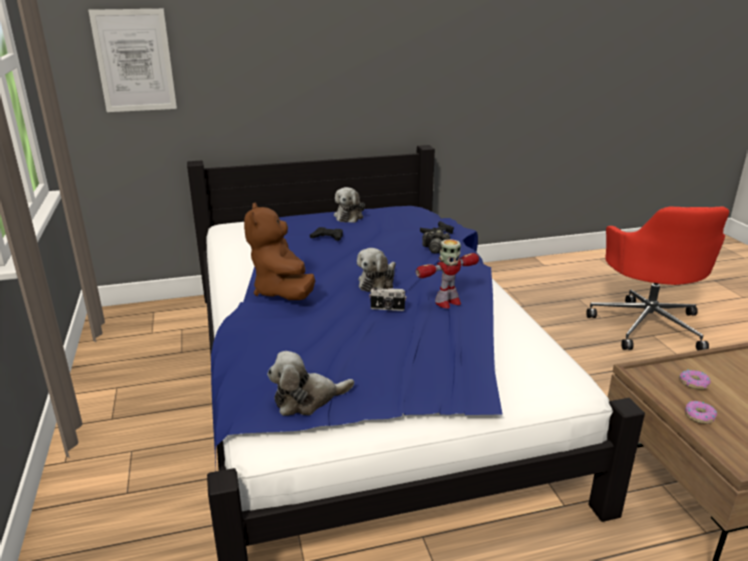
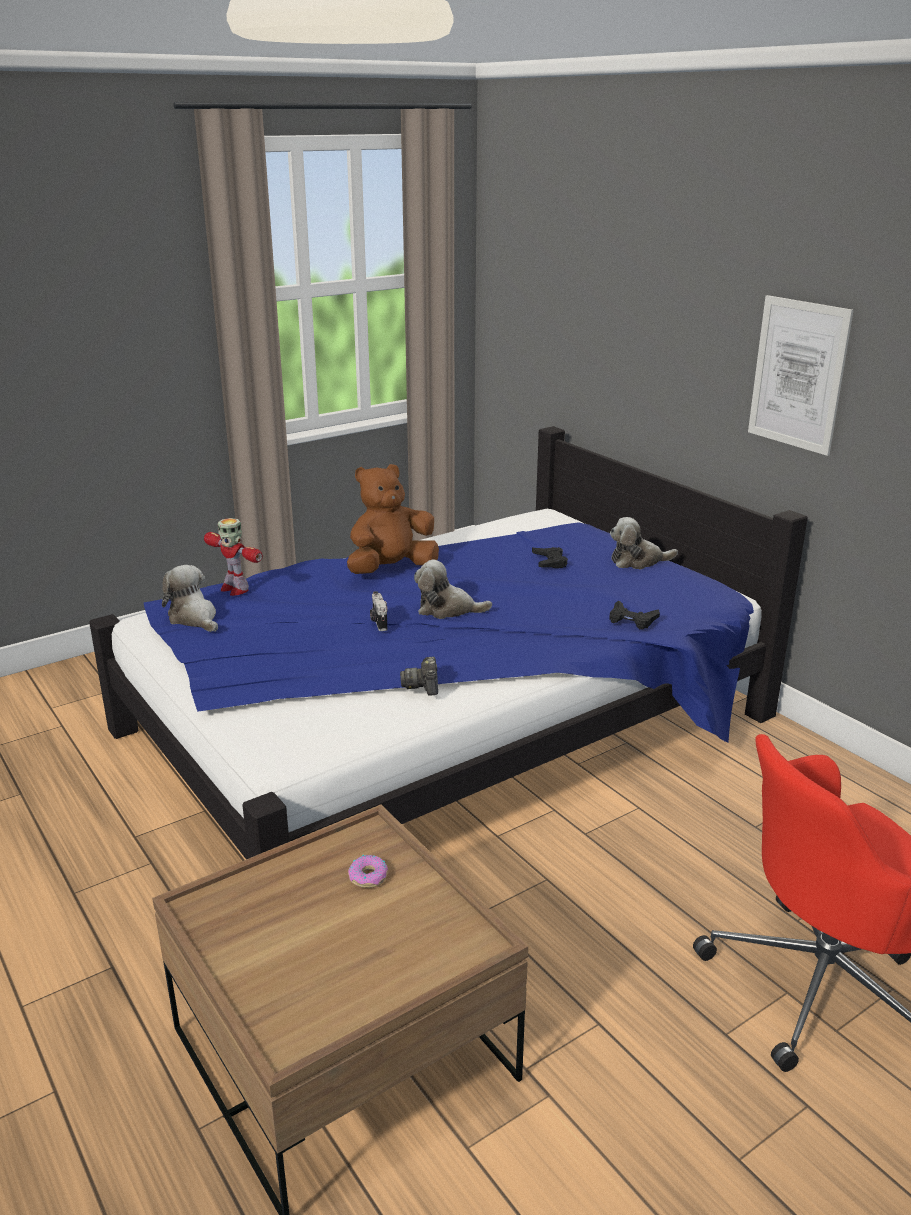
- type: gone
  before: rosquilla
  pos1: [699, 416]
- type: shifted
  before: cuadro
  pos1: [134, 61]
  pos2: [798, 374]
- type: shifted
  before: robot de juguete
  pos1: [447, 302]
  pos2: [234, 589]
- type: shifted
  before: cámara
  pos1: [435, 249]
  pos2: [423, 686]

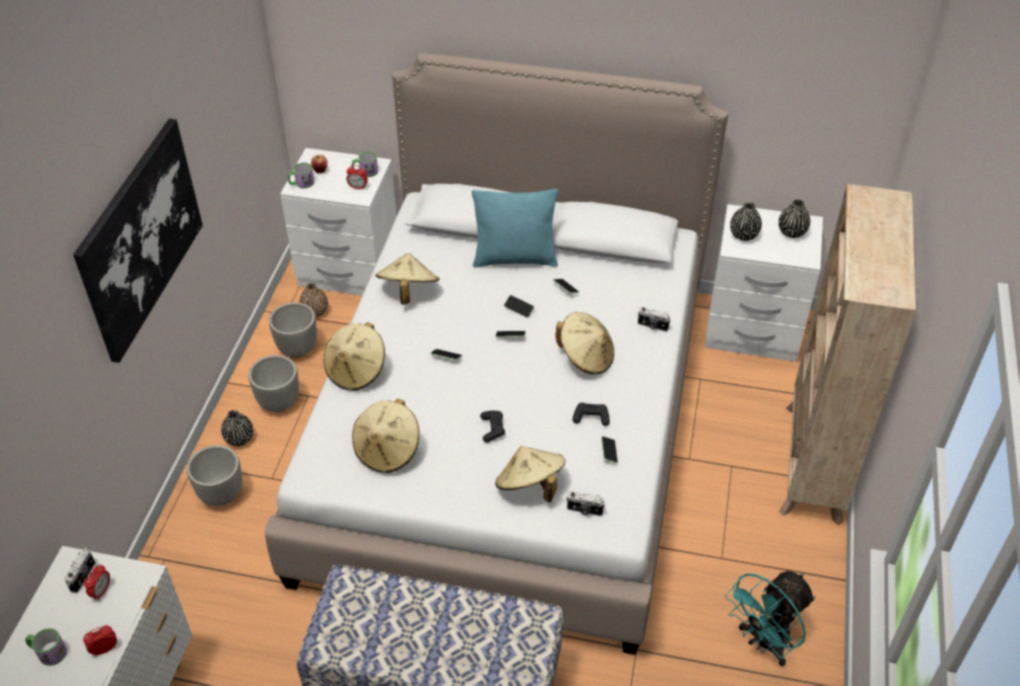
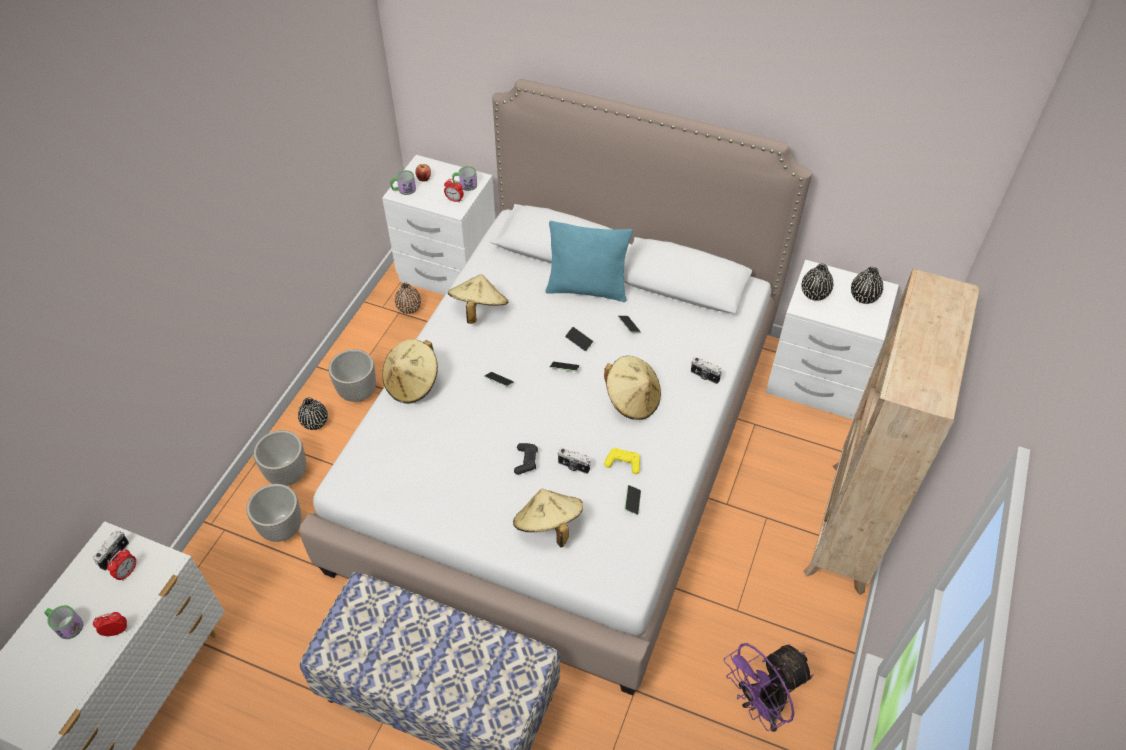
- type: gone
  before: cuadro
  pos1: [140, 237]
- type: gone
  before: sombrero/beis
  pos1: [387, 450]
- type: shifted
  before: maceta
  pos1: [297, 348]
  pos2: [282, 528]
- type: shifted
  before: cámara
  pos1: [584, 510]
  pos2: [573, 467]
- type: repainted
  before: mando de consola/negro
  after: mando de consola/amarillo
  pos1: [591, 417]
  pos2: [623, 463]
- type: repainted
  before: ventilador/turquesa
  after: ventilador/morado
  pos1: [764, 643]
  pos2: [760, 704]

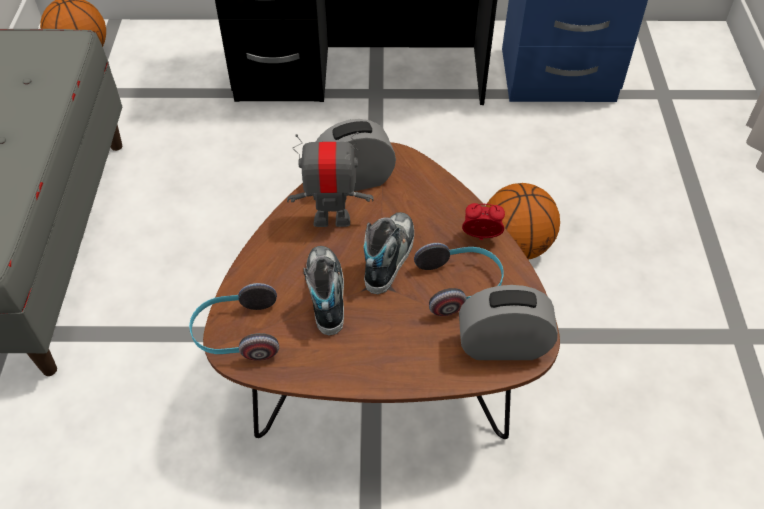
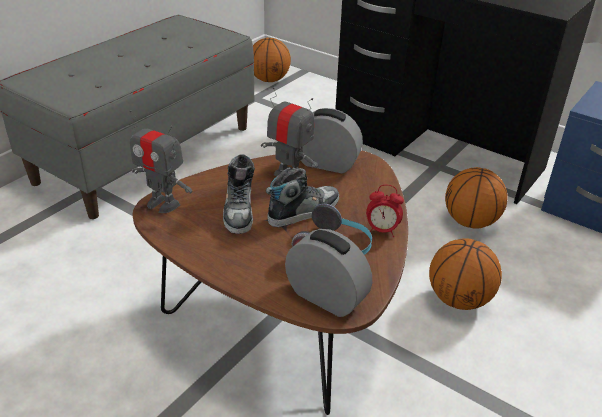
- type: new
  after: balón de baloncesto
  pos2: [470, 222]
- type: swapped
  before: auriculares
  after: robot de juguete
  pos1: [236, 334]
  pos2: [163, 204]
- type: rotated
  before: zapato
  pos1: [325, 293]
  pos2: [239, 210]
  turn: 150
- type: rotated
  before: despertador
  pos1: [481, 238]
  pos2: [382, 231]
  turn: 150

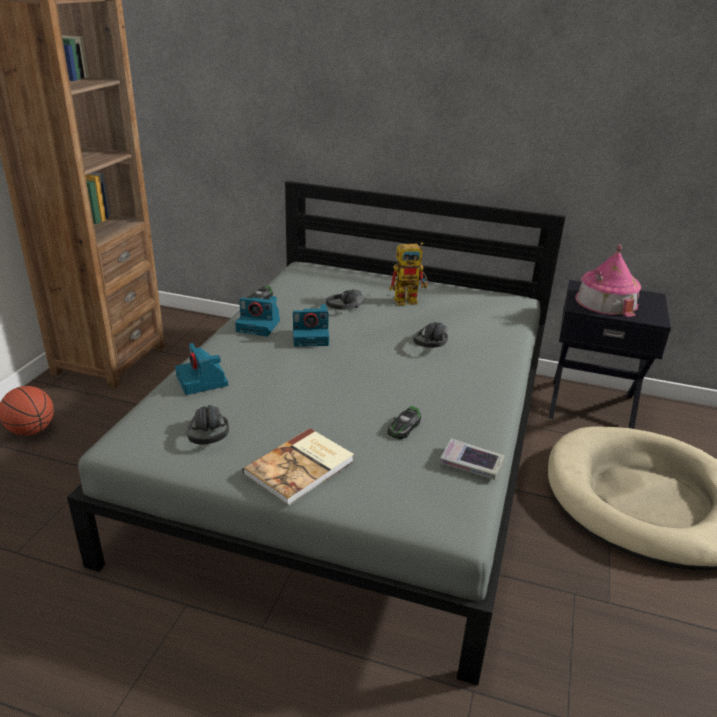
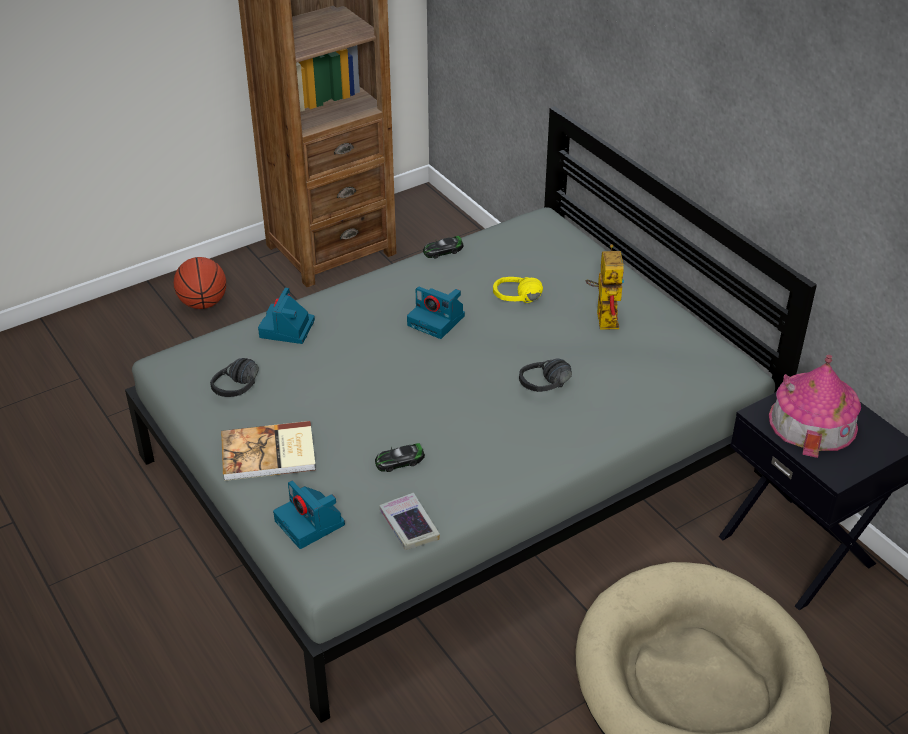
- type: shifted
  before: cámara
  pos1: [259, 325]
  pos2: [311, 523]
- type: repainted
  before: auriculares/negro
  after: auriculares/amarillo
  pos1: [348, 310]
  pos2: [517, 302]
- type: rotated
  before: robot de juguete
  pos1: [410, 300]
  pos2: [603, 316]
  turn: -120

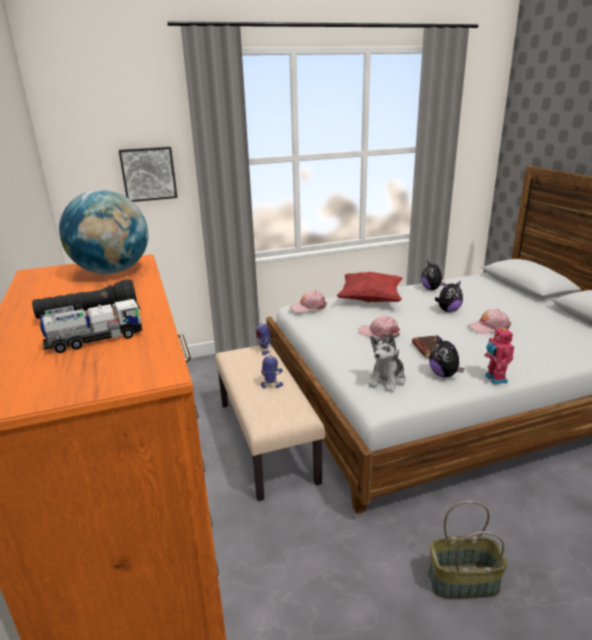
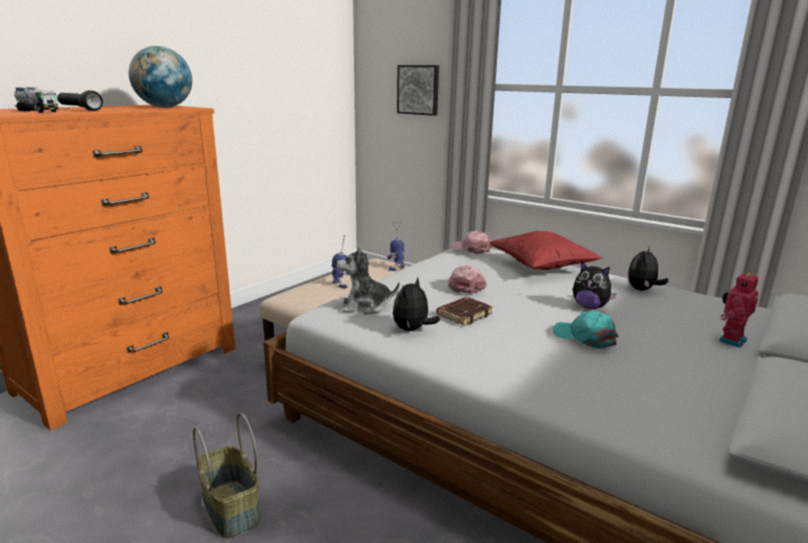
- type: shifted
  before: robot de juguete
  pos1: [494, 379]
  pos2: [730, 340]
- type: repainted
  before: gorra/rosa
  after: gorra/turquesa
  pos1: [489, 327]
  pos2: [584, 337]

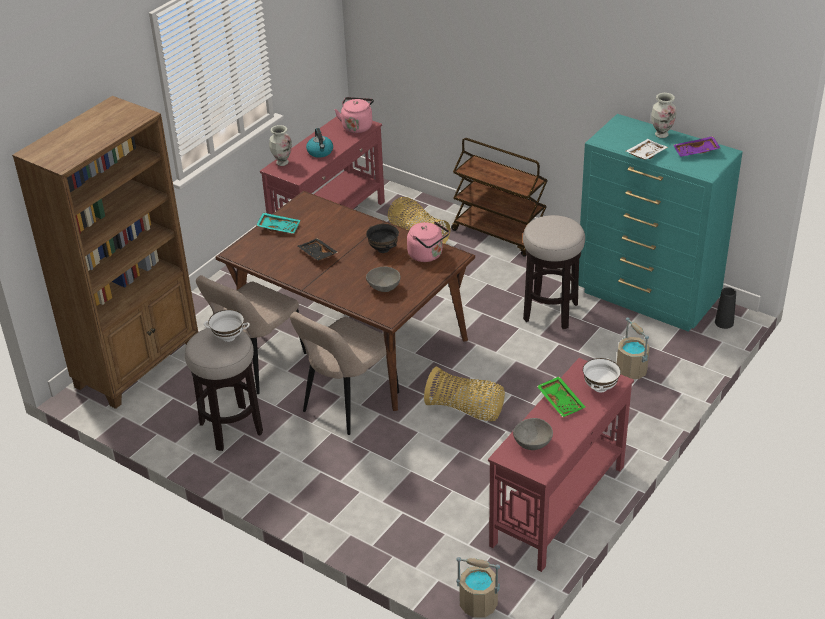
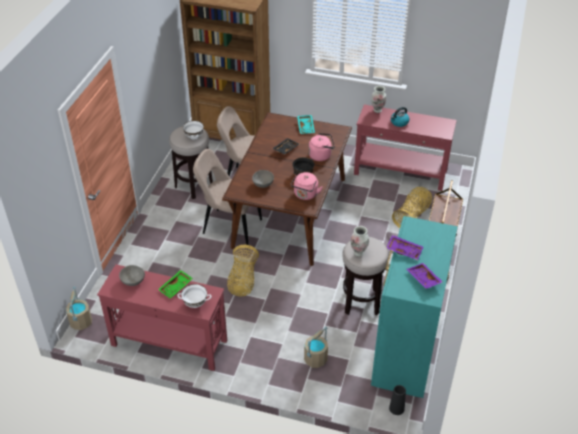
- type: shifted
  before: hervidor/rosa
  pos1: [357, 126]
  pos2: [321, 155]
- type: shifted
  before: florero
  pos1: [661, 134]
  pos2: [358, 253]
- type: repainted
  before: bandeja/blanco
  after: bandeja/morado
  pos1: [645, 154]
  pos2: [404, 250]

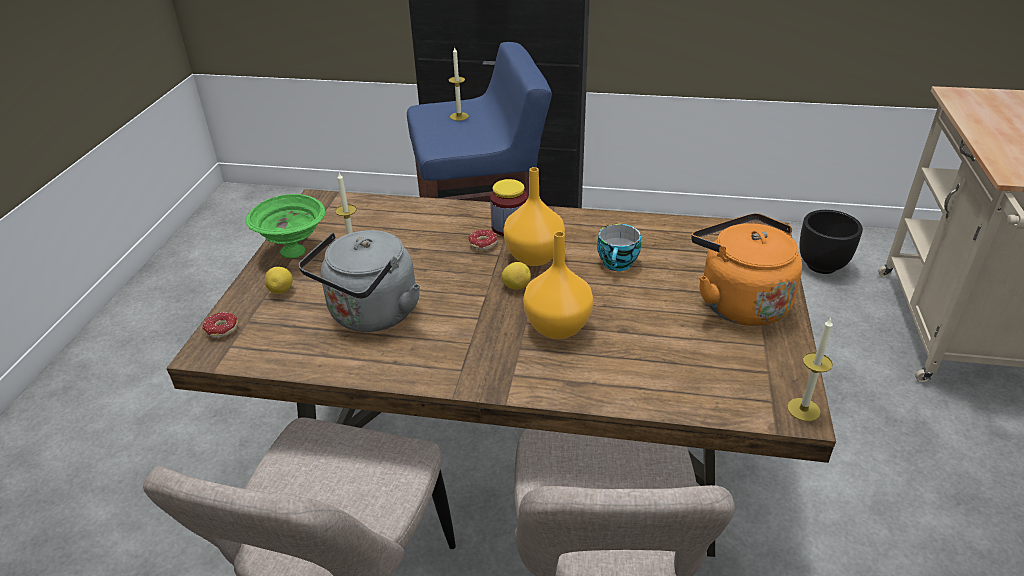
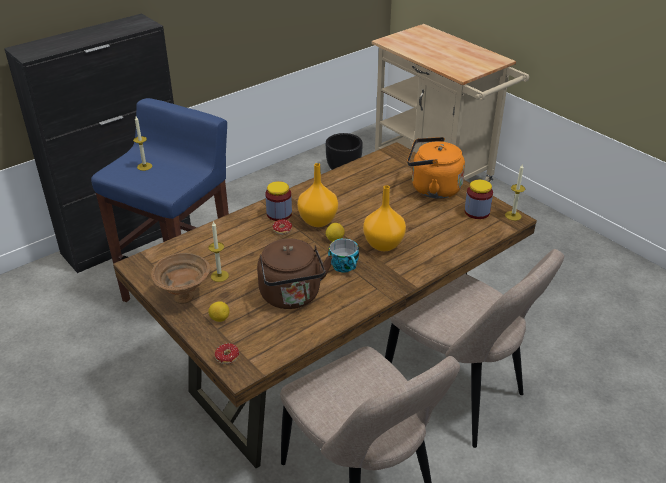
- type: new
  after: tarro
  pos2: [477, 212]
- type: shifted
  before: taza
  pos1: [618, 264]
  pos2: [345, 266]
- type: repainted
  before: cuenco/verde
  after: cuenco/marrón
  pos1: [295, 252]
  pos2: [185, 297]
- type: repainted
  before: hervidor/gris
  after: hervidor/marrón
  pos1: [370, 315]
  pos2: [292, 297]

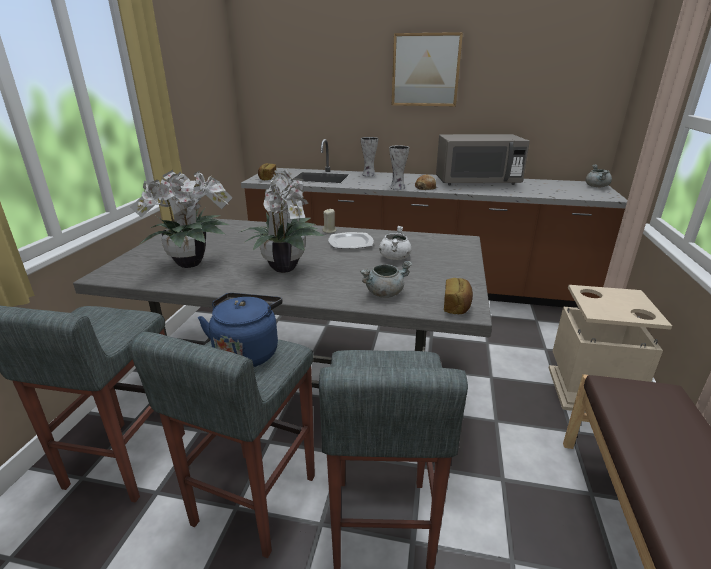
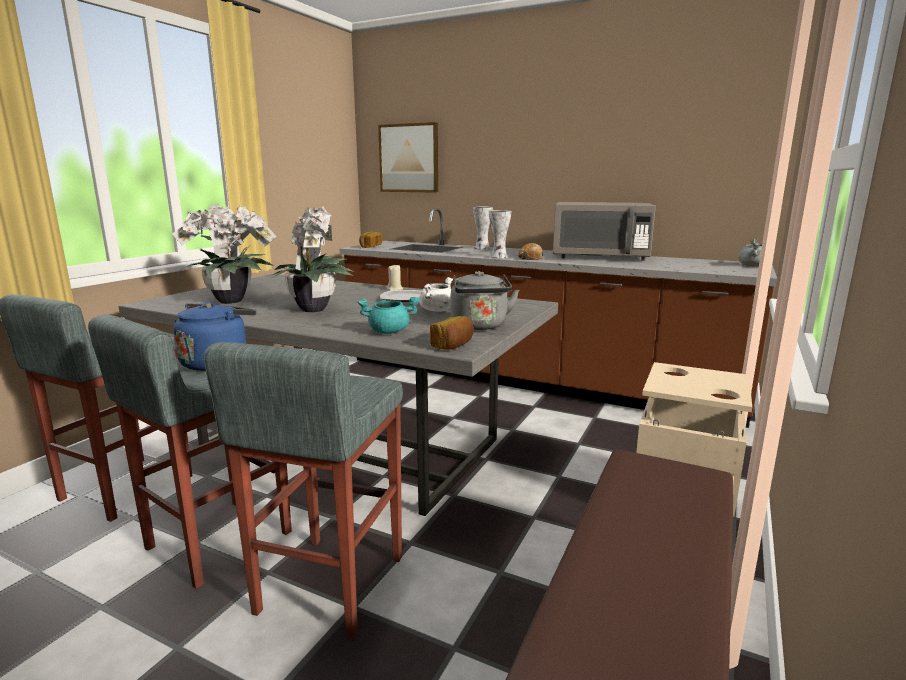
- type: new
  after: hervidor/gris
  pos2: [480, 326]
- type: shifted
  before: cuadro
  pos1: [425, 70]
  pos2: [409, 158]
- type: repainted
  before: olla/gris
  after: olla/turquesa
  pos1: [384, 293]
  pos2: [389, 331]

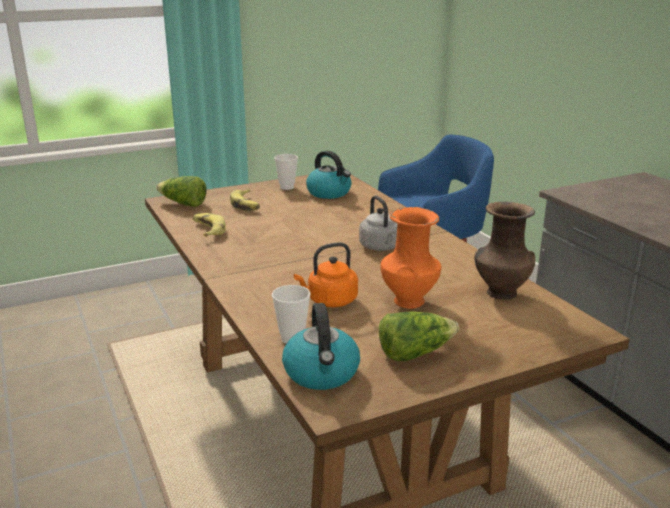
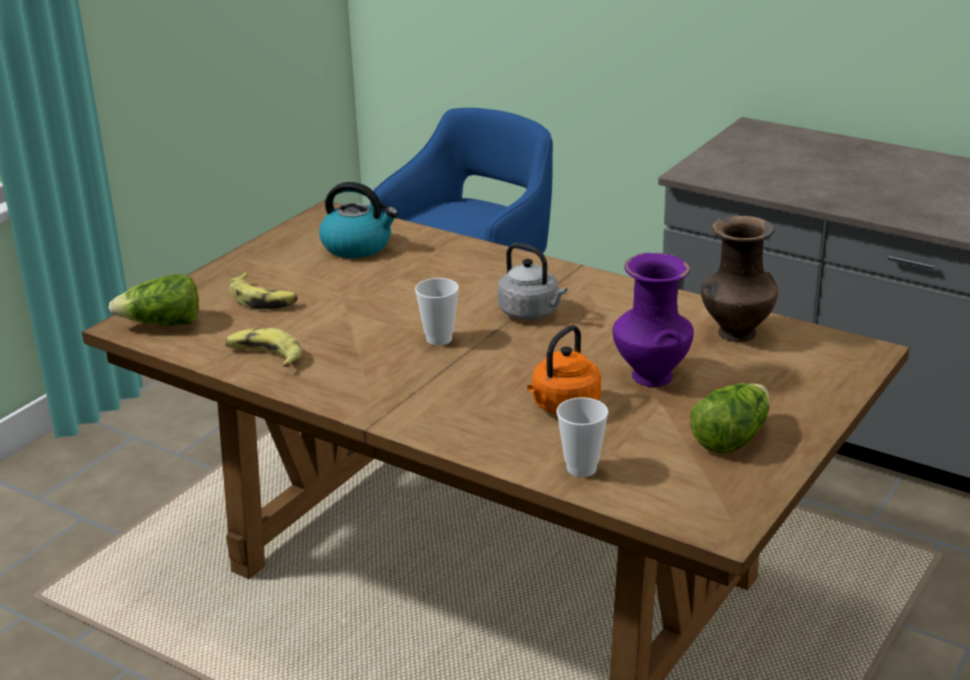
- type: gone
  before: hervidor
  pos1: [322, 373]
- type: shifted
  before: taza
  pos1: [287, 187]
  pos2: [439, 339]
- type: repainted
  before: florero/naranja
  after: florero/morado
  pos1: [408, 300]
  pos2: [650, 376]

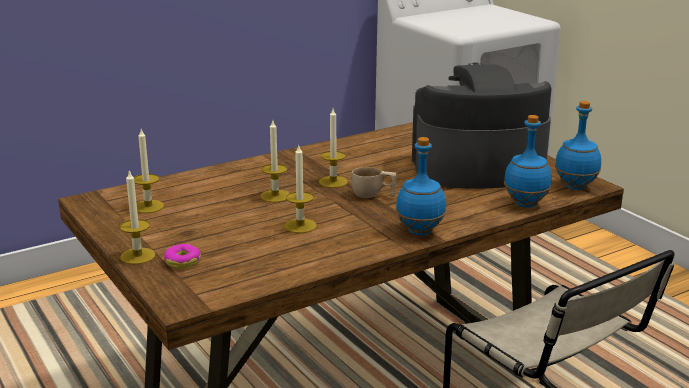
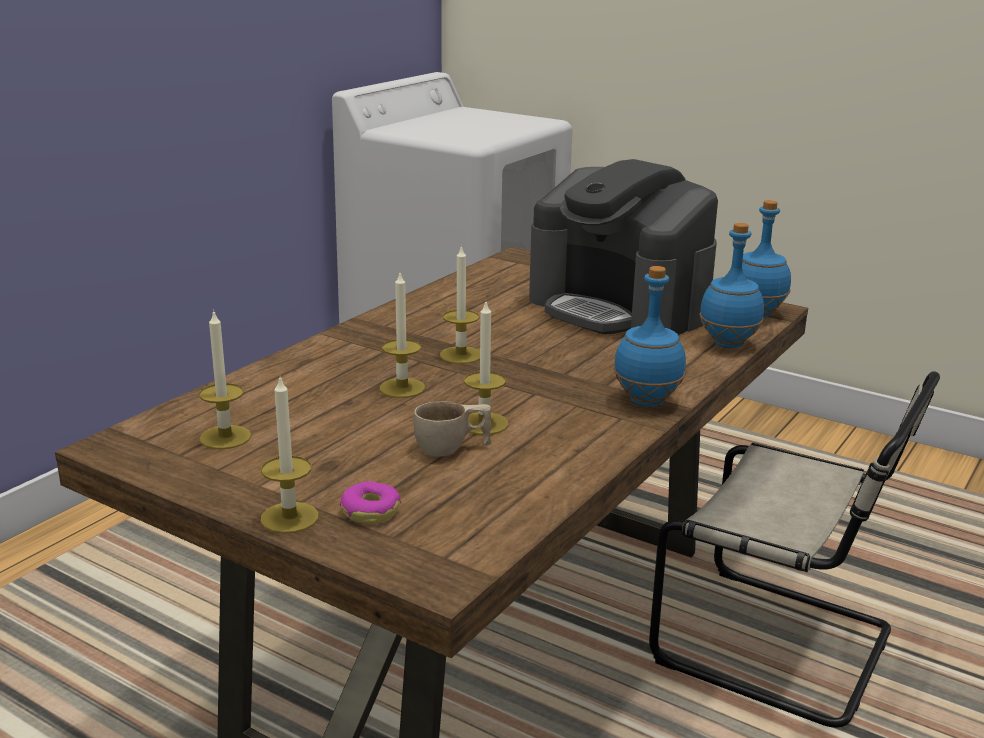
- type: shifted
  before: taza/beis
  pos1: [373, 195]
  pos2: [452, 449]
- type: rotated
  before: cafetera
  pos1: [477, 168]
  pos2: [620, 308]
  turn: -105

